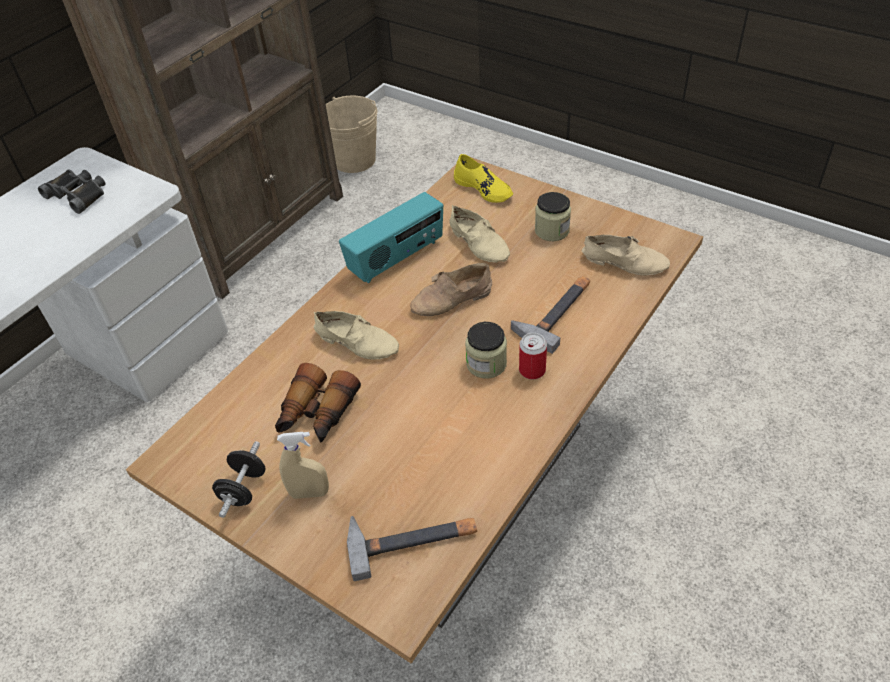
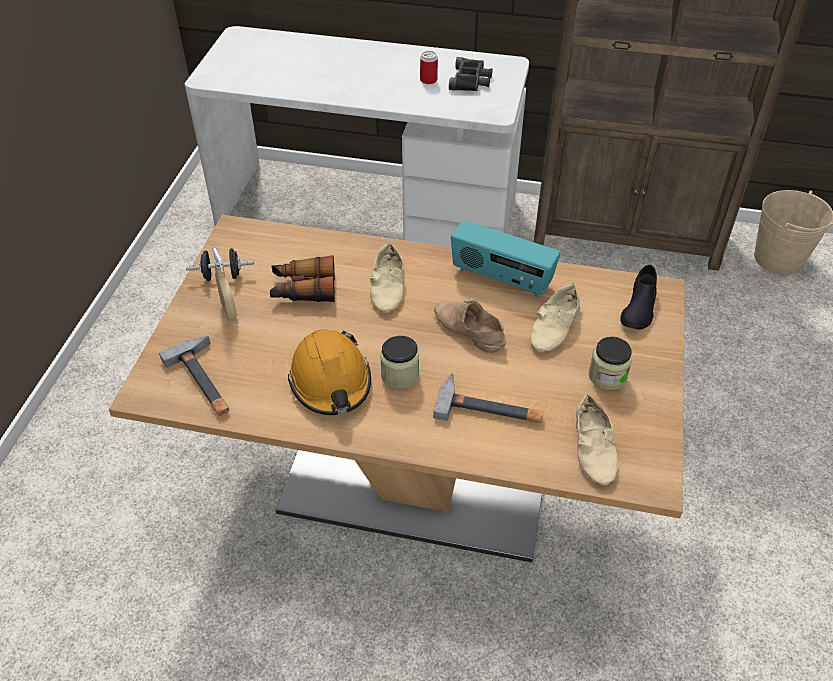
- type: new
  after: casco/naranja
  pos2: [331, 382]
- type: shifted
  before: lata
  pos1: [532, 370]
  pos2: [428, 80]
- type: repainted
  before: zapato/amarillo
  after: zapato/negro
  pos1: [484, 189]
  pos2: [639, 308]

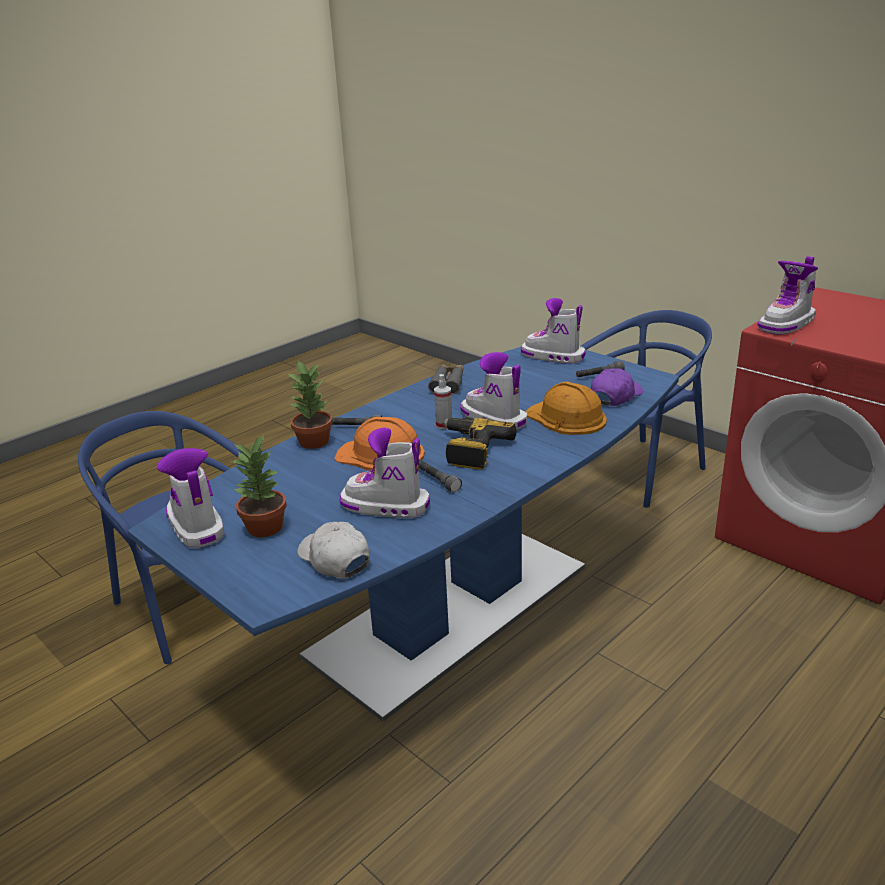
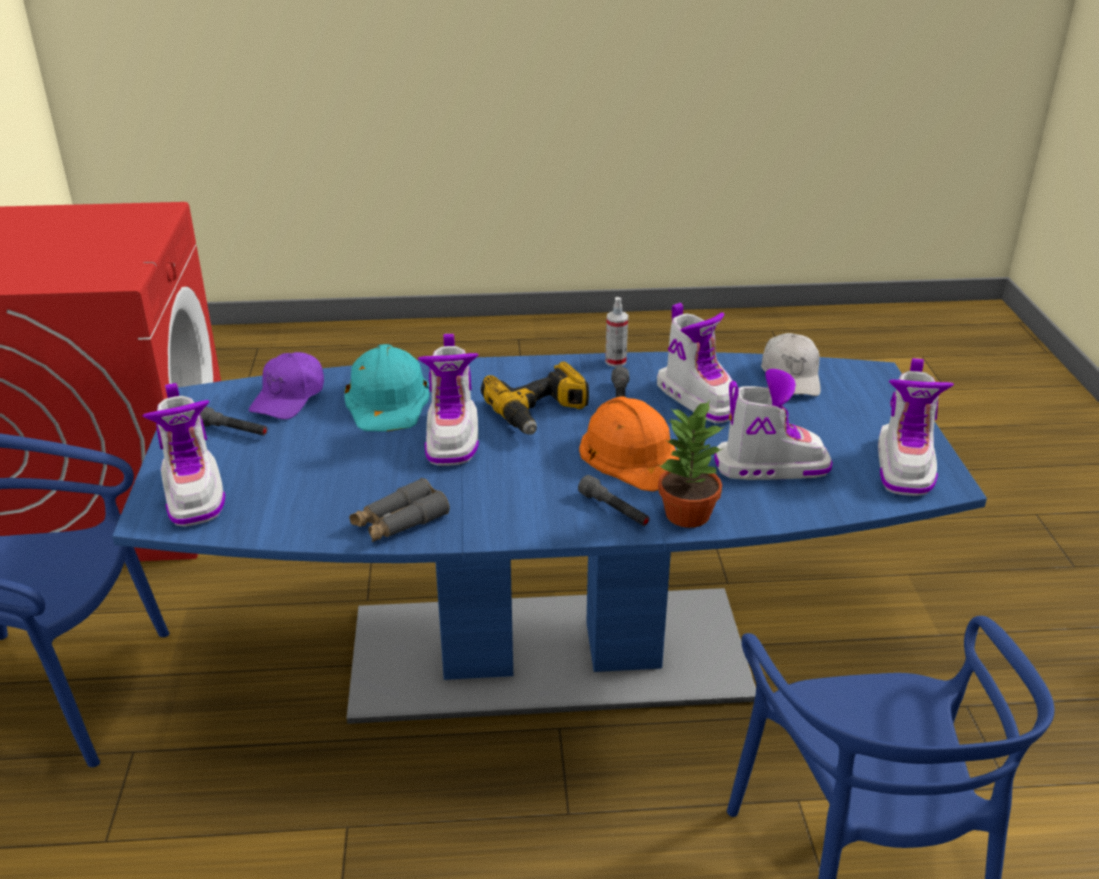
- type: gone
  before: planta en maceta
  pos1: [266, 527]
- type: shifted
  before: pulverizador
  pos1: [444, 425]
  pos2: [615, 361]
- type: shifted
  before: bota
  pos1: [787, 324]
  pos2: [770, 466]
- type: repainted
  before: casco/naranja
  after: casco/turquesa
  pos1: [566, 418]
  pos2: [388, 400]
- type: rotated
  before: gorra/morado
  pos1: [615, 396]
  pos2: [289, 397]
  turn: -60

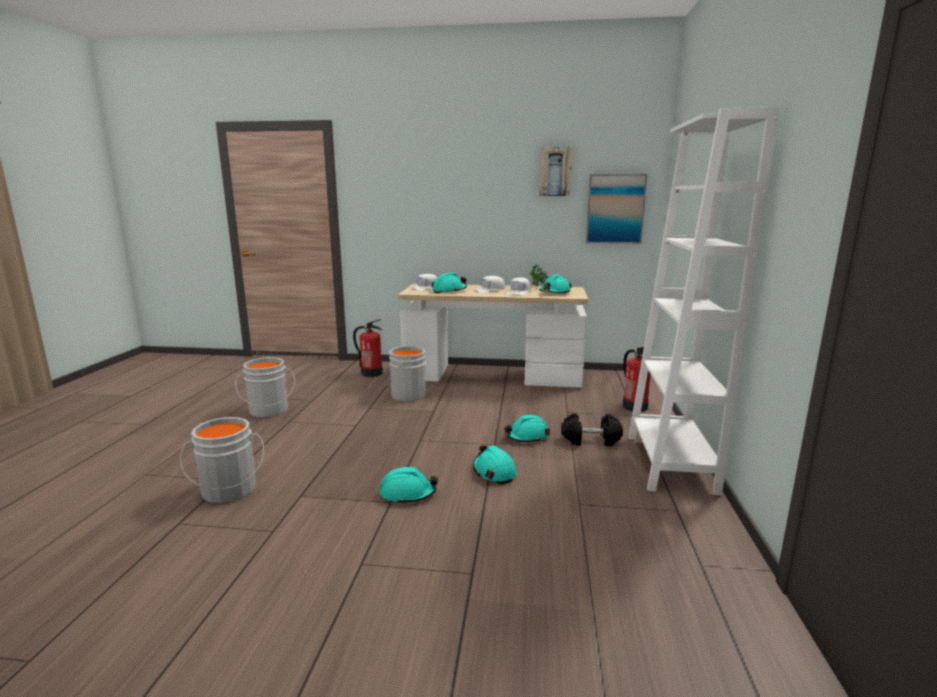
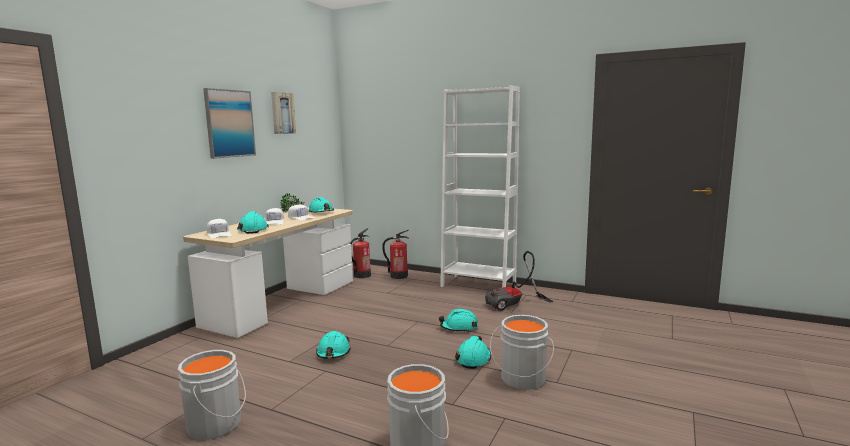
- type: gone
  before: mancuerna/negro
  pos1: [590, 440]
- type: new
  after: aspiradora
  pos2: [514, 305]
- type: shifted
  before: extintor
  pos1: [371, 373]
  pos2: [362, 275]
- type: shifted
  before: cubo/gris
  pos1: [406, 395]
  pos2: [522, 379]
- type: shifted
  before: casco/turquesa
  pos1: [527, 437]
  pos2: [333, 353]
- type: shifted
  before: cuadro
  pos1: [615, 209]
  pos2: [229, 123]

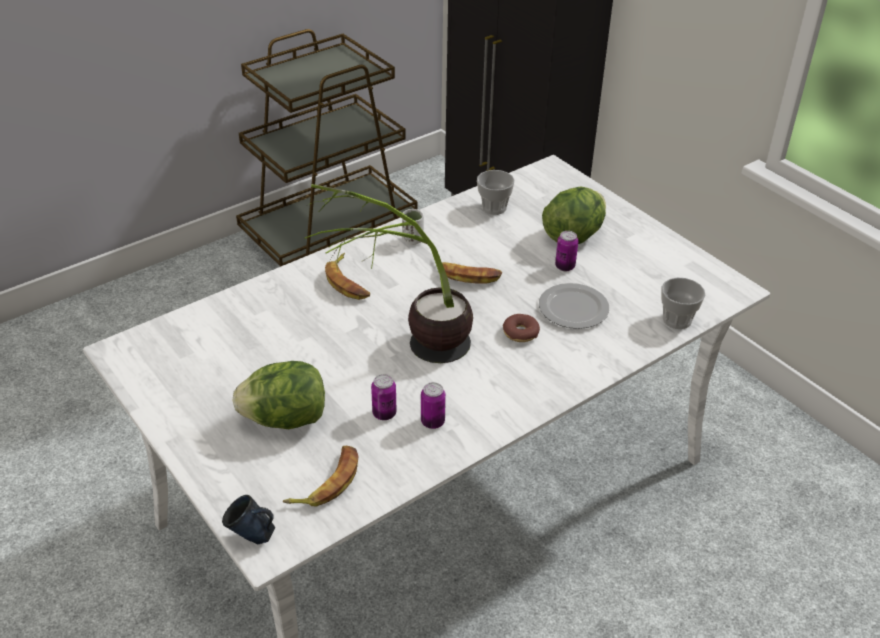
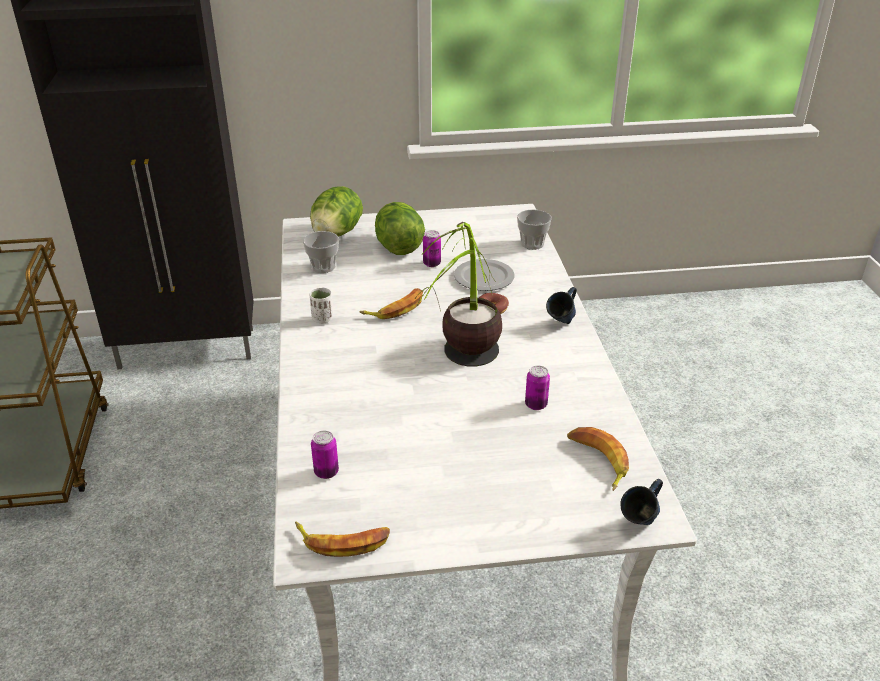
- type: new
  after: taza grande/azul
  pos2: [562, 325]
- type: shifted
  before: lechuga
  pos1: [285, 419]
  pos2: [336, 233]
- type: shifted
  before: plátano
  pos1: [348, 282]
  pos2: [343, 541]
- type: shifted
  before: lata
  pos1: [432, 422]
  pos2: [326, 472]

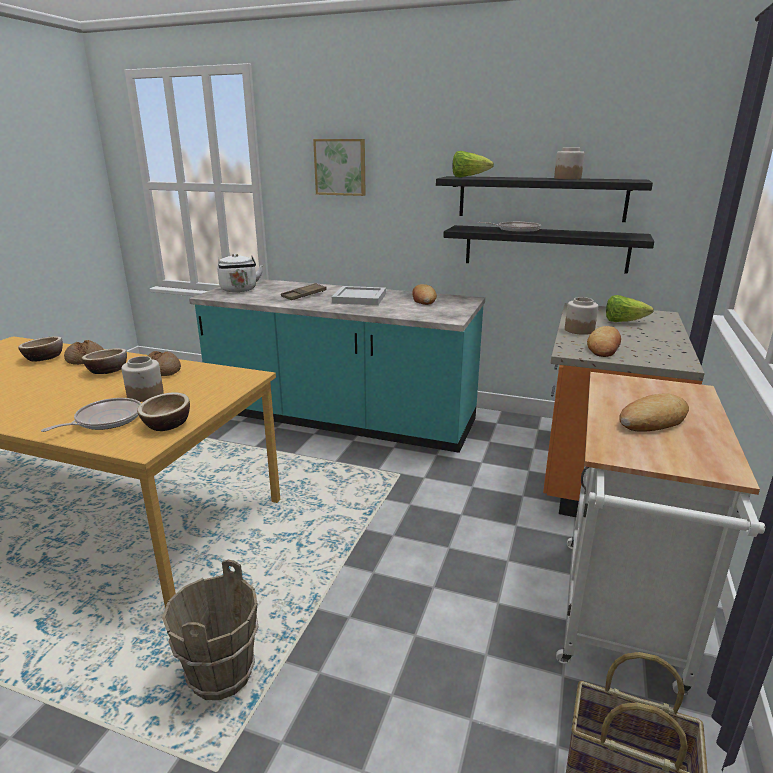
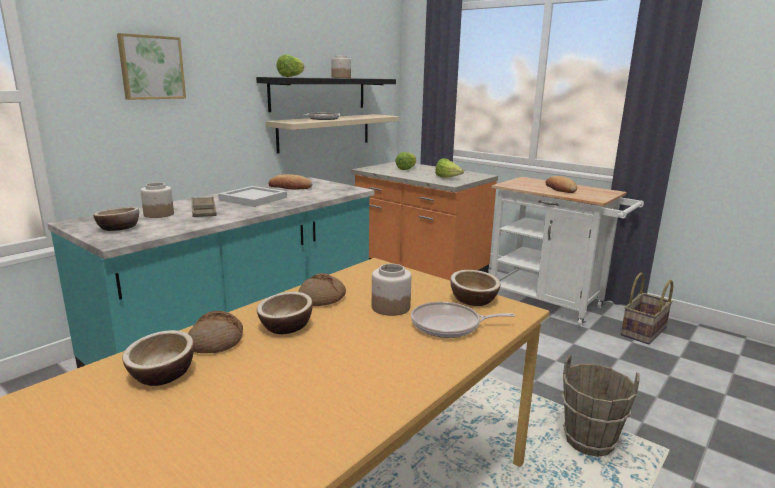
- type: shifted
  before: tarro
  pos1: [579, 330]
  pos2: [158, 214]
- type: swapped
  before: hervidor/blanco
  after: cuenco
  pos1: [239, 290]
  pos2: [119, 228]
- type: swapped
  before: pan
  after: lechuga
  pos1: [604, 346]
  pos2: [448, 178]
- type: repainted
  before: estante/negro
  after: estante/beis
  pos1: [545, 248]
  pos2: [325, 132]
- type: rotated
  before: sartén
  pos1: [106, 420]
  pos2: [449, 325]
  turn: -60

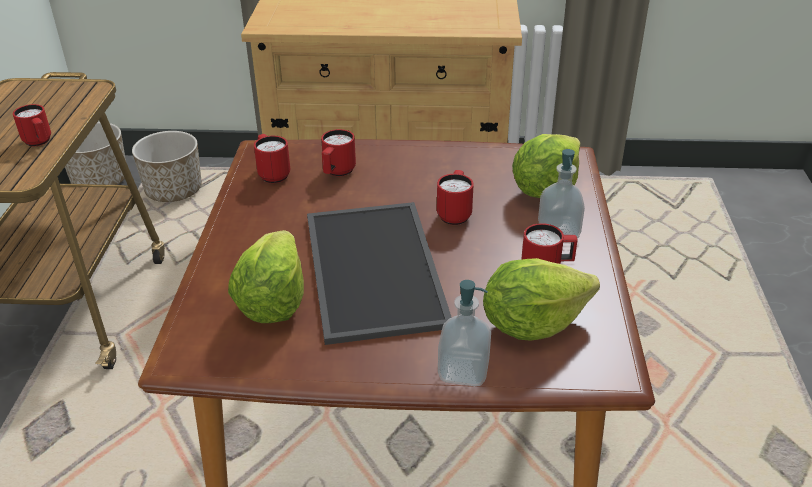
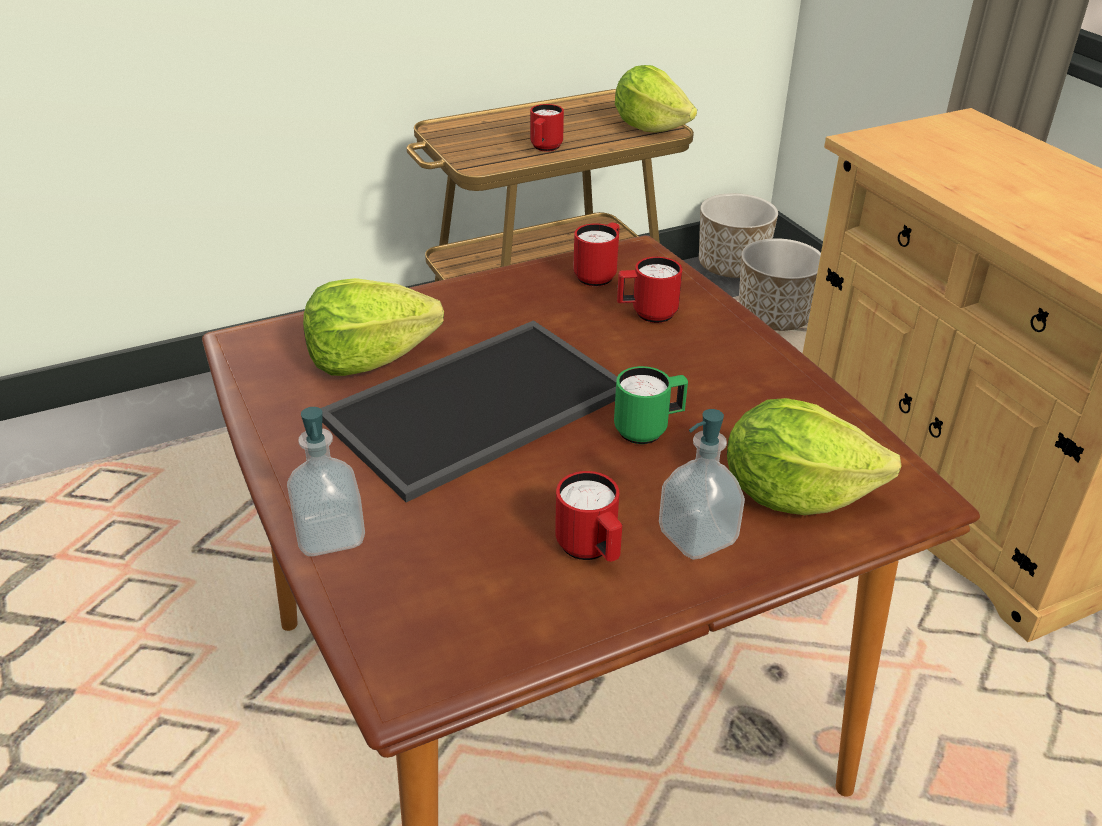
- type: shifted
  before: lechuga
  pos1: [532, 324]
  pos2: [650, 127]
- type: repainted
  before: taza grande/rojo
  after: taza grande/verde
  pos1: [455, 214]
  pos2: [648, 430]

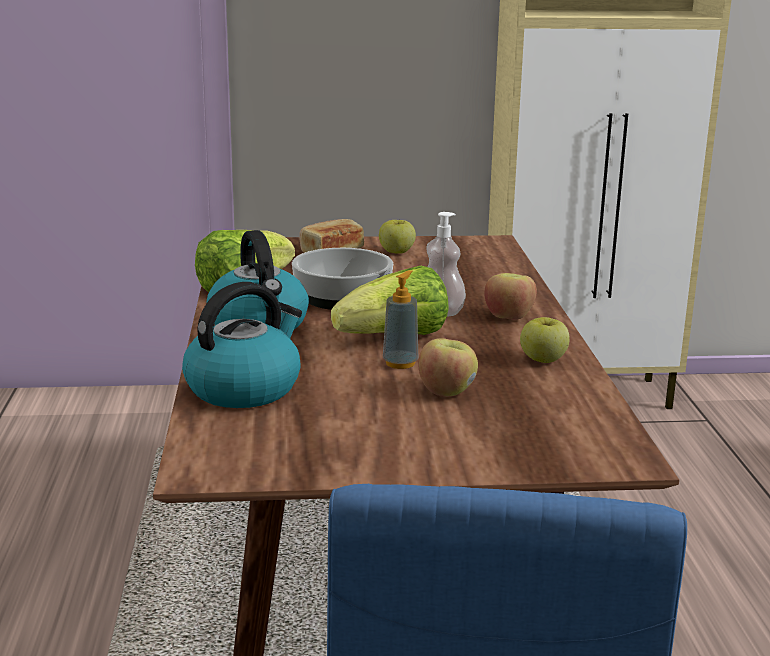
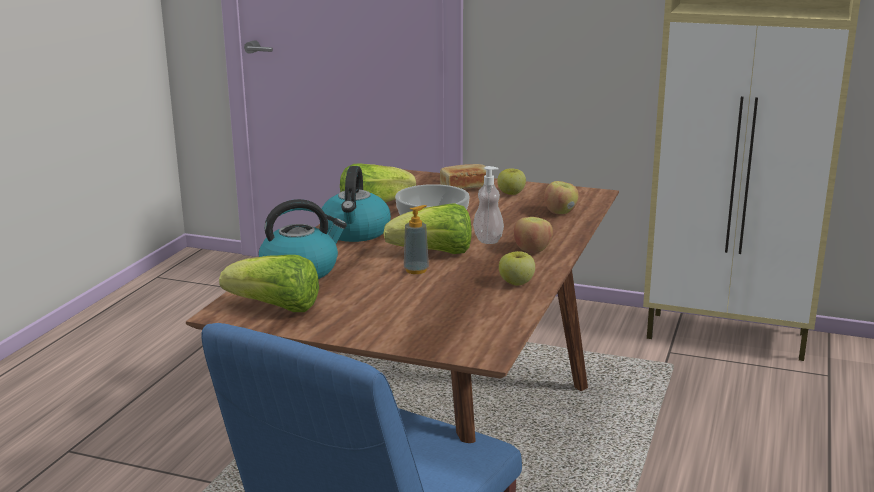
- type: new
  after: lechuga
  pos2: [275, 308]
- type: shifted
  before: manzana
  pos1: [447, 391]
  pos2: [560, 212]

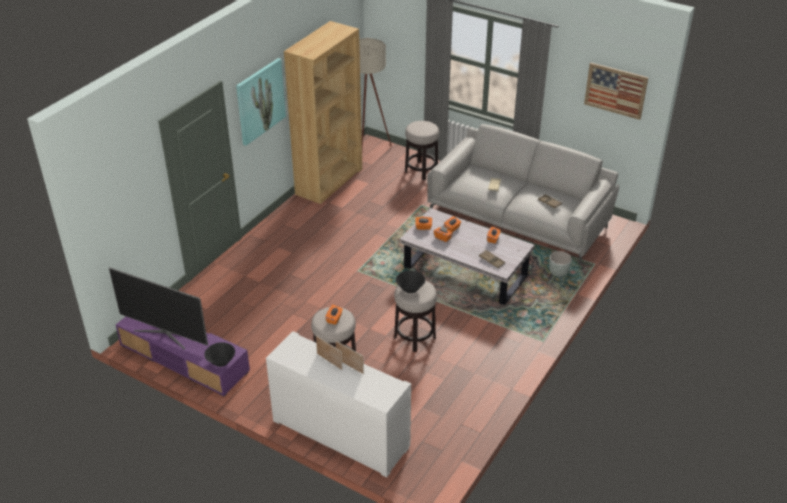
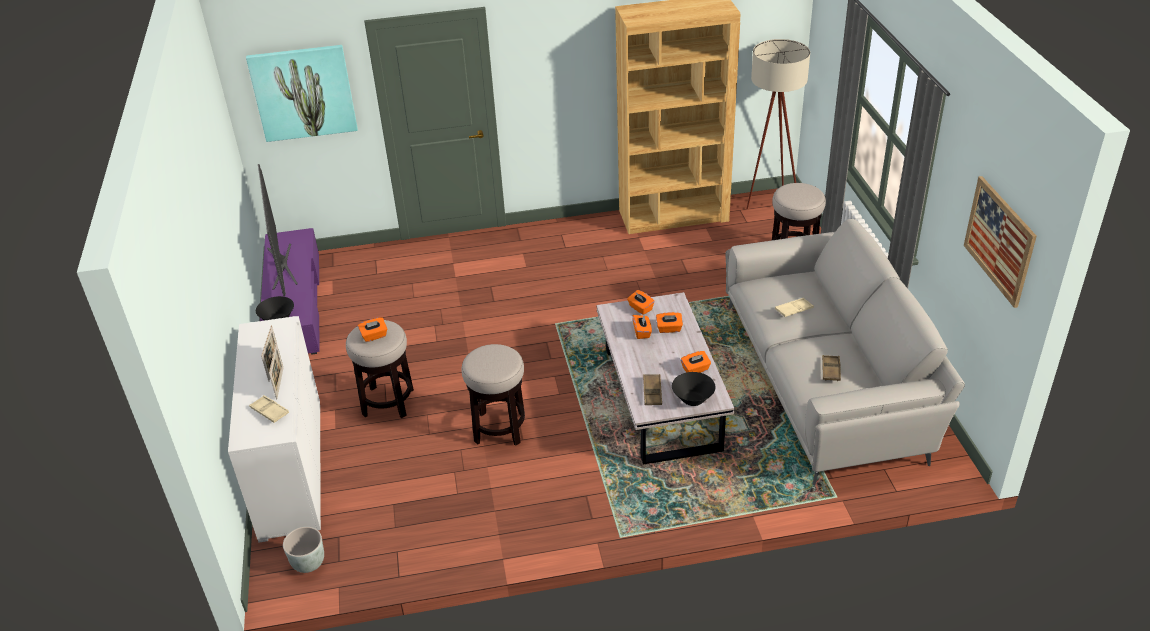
- type: new
  after: bandeja/beis
  pos2: [269, 411]
- type: shifted
  before: cuadro
  pos1: [260, 101]
  pos2: [303, 92]
- type: shifted
  before: cuenco/negro
  pos1: [410, 289]
  pos2: [692, 399]
- type: shifted
  before: maceta/gris
  pos1: [558, 273]
  pos2: [308, 564]

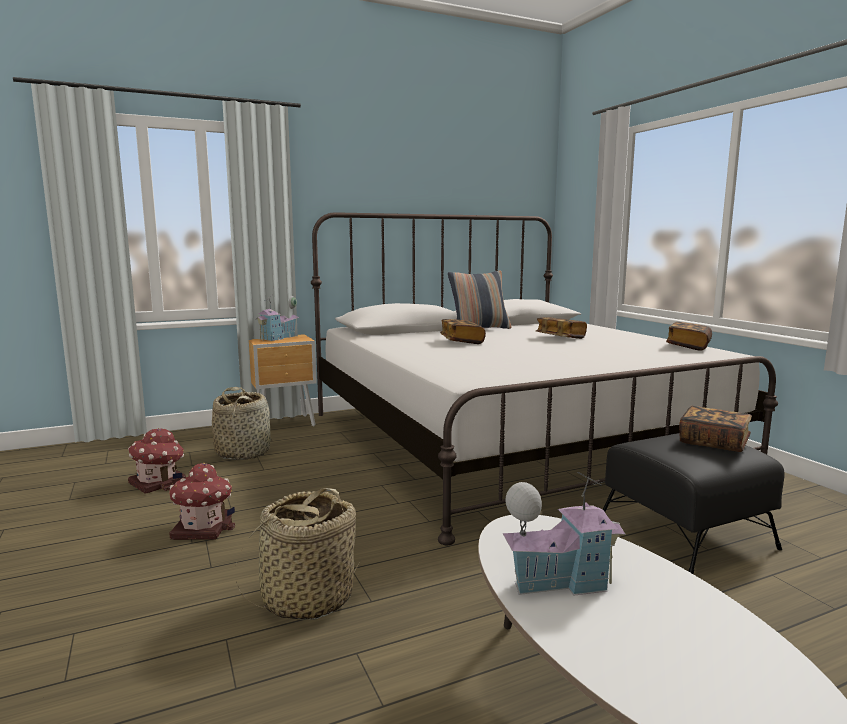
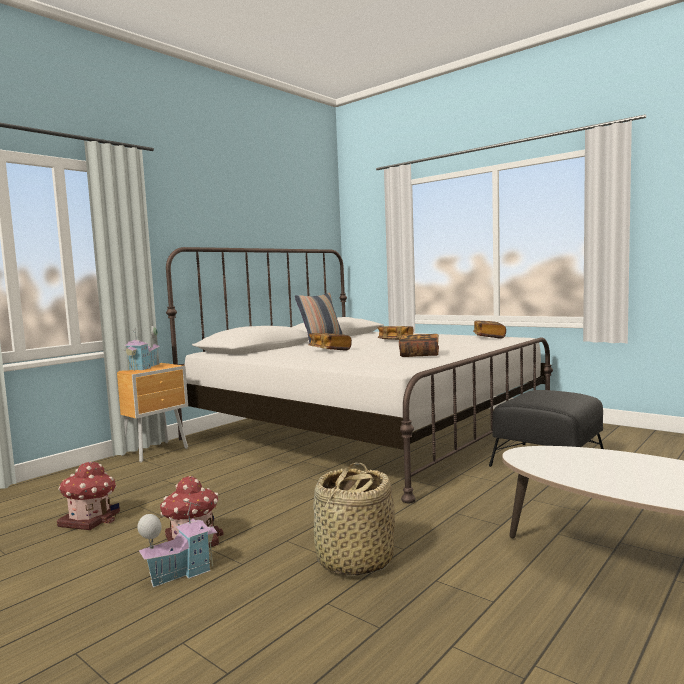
- type: gone
  before: cesta
  pos1: [243, 452]
- type: shifted
  before: casita
  pos1: [559, 581]
  pos2: [180, 572]
- type: shifted
  before: libro
  pos1: [713, 442]
  pos2: [419, 355]

